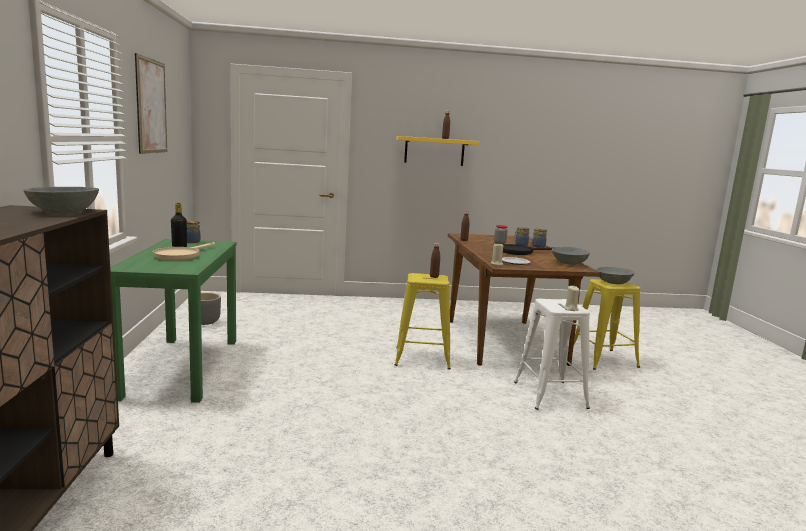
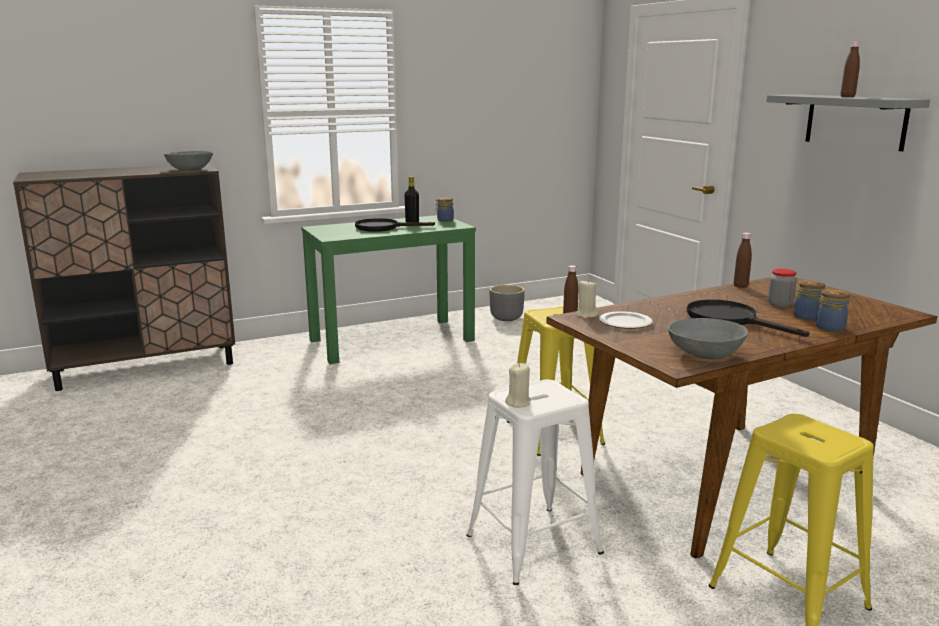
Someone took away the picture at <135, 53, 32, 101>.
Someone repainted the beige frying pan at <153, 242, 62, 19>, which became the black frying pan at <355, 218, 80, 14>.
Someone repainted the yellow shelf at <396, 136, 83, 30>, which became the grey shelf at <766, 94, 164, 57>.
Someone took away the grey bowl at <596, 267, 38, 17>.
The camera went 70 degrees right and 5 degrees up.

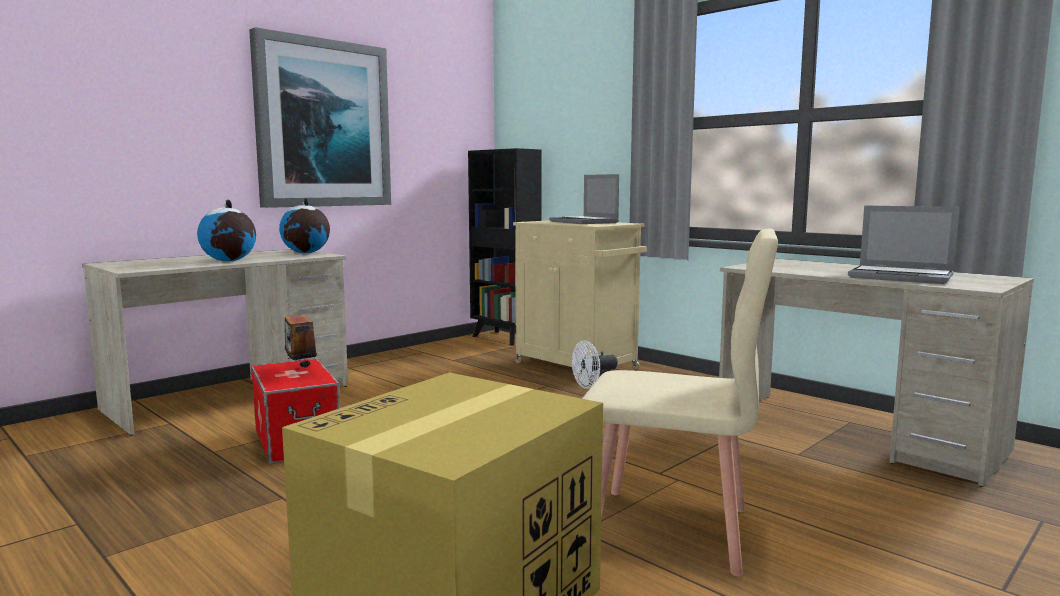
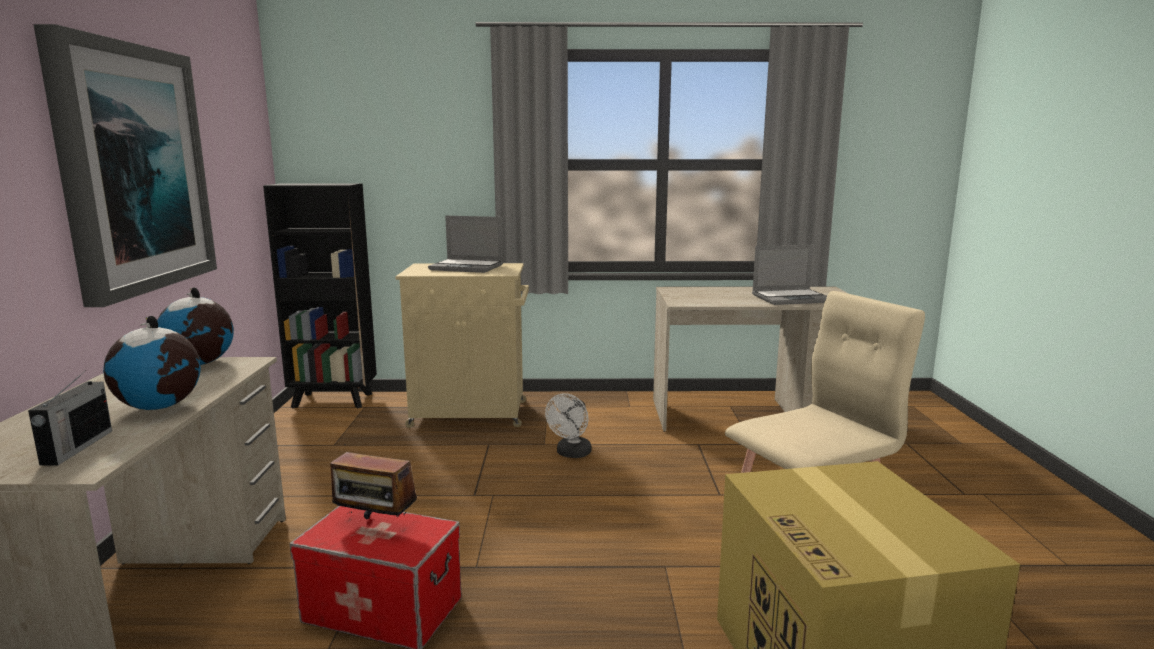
Someone put down the radio at <28, 370, 84, 96>.
The camera went 45 degrees left and 5 degrees up.

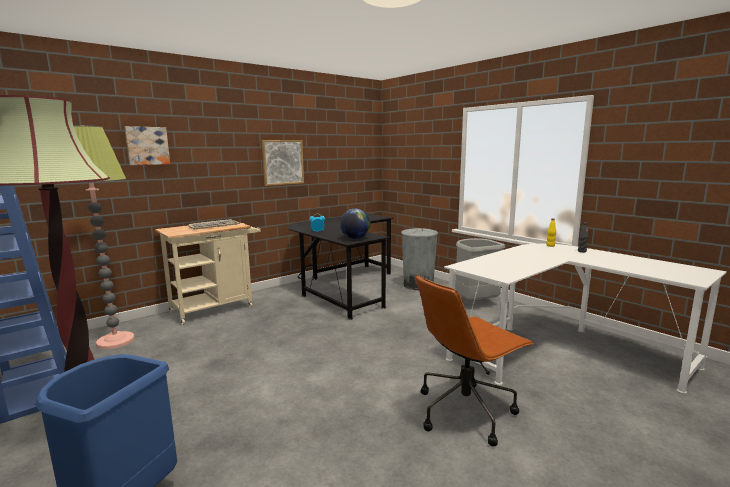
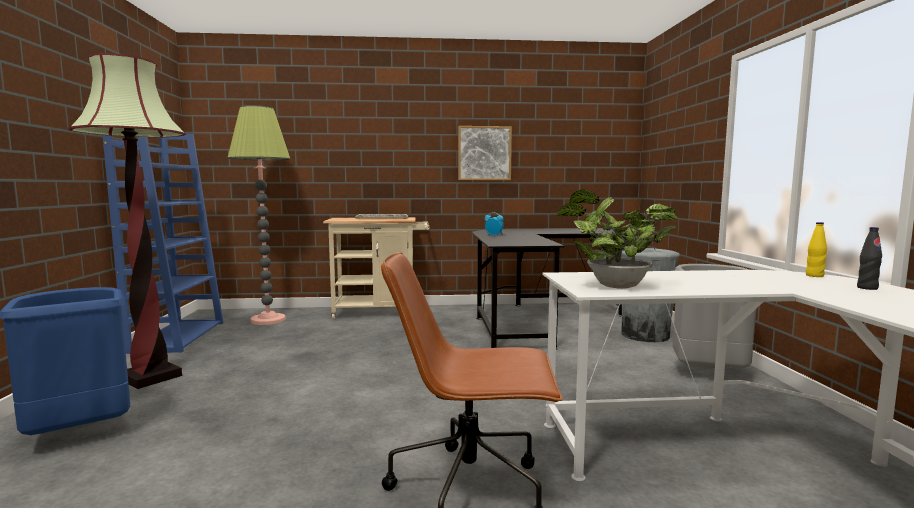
Someone took away the picture at <125, 126, 45, 39>.
Someone took away the globe at <340, 209, 31, 30>.
Someone put down the potted plant at <556, 189, 122, 100>.
The camera went 35 degrees right and 5 degrees down.

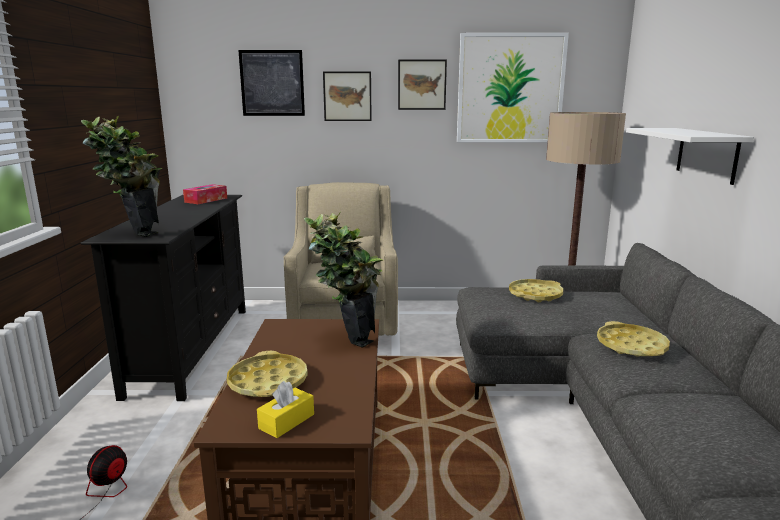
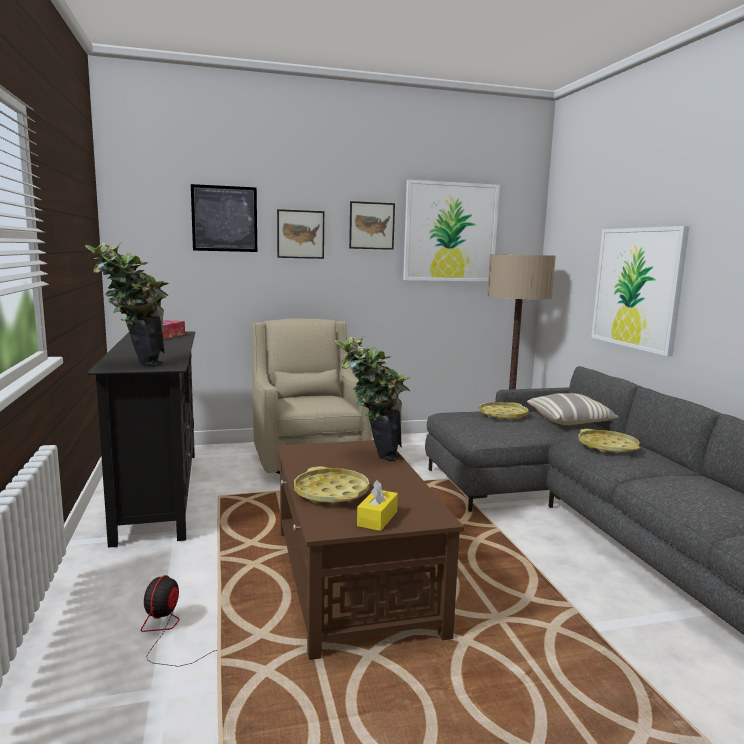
Someone swapped the white shelf at <626, 128, 128, 57> for the picture at <591, 226, 98, 130>.
Someone put down the pillow at <527, 393, 92, 32>.
The camera went 15 degrees left and 5 degrees down.

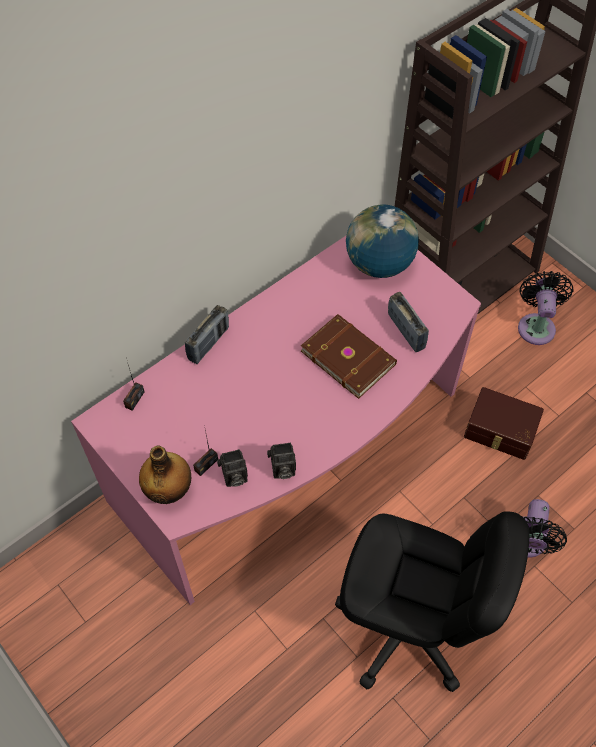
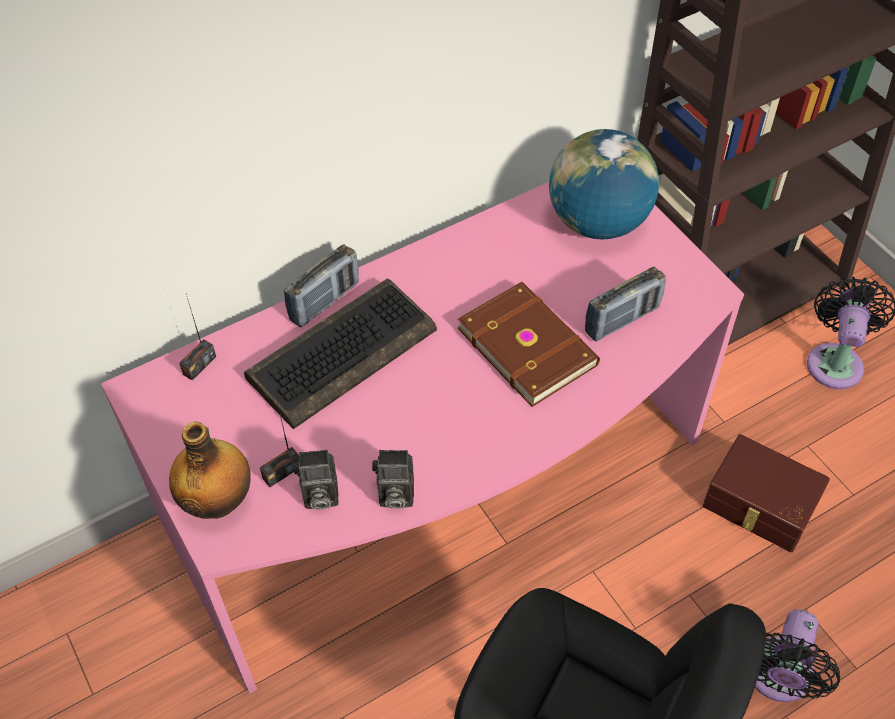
Someone rotated the radio at <388, 292, 41, 60> by 75 degrees clockwise.
Someone put down the keyboard at <244, 278, 193, 151>.
The camera went 10 degrees right and 5 degrees down.

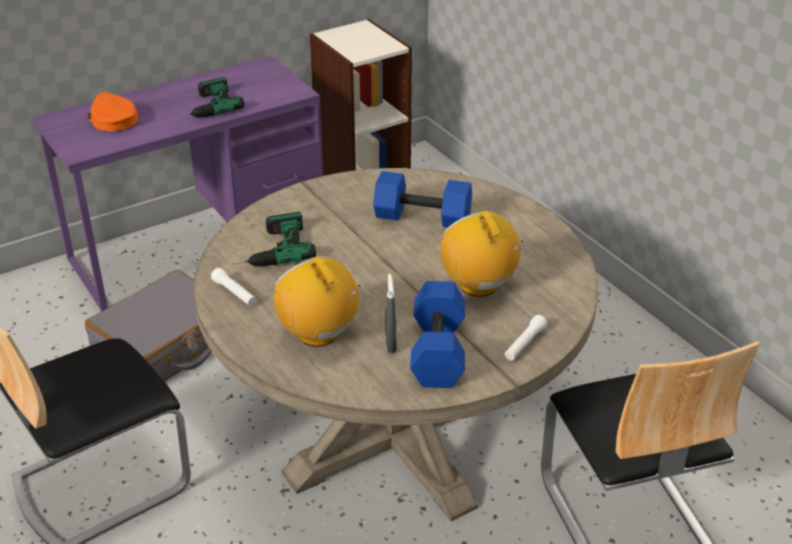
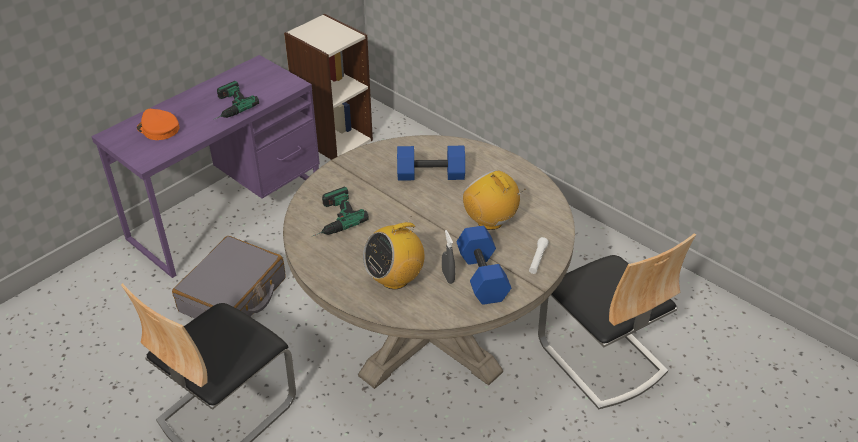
Someone took away the white flashlight at <211, 268, 46, 38>.
Someone rotated the radio at <274, 256, 86, 91> by 75 degrees counterclockwise.
The camera went 15 degrees left and 5 degrees up.

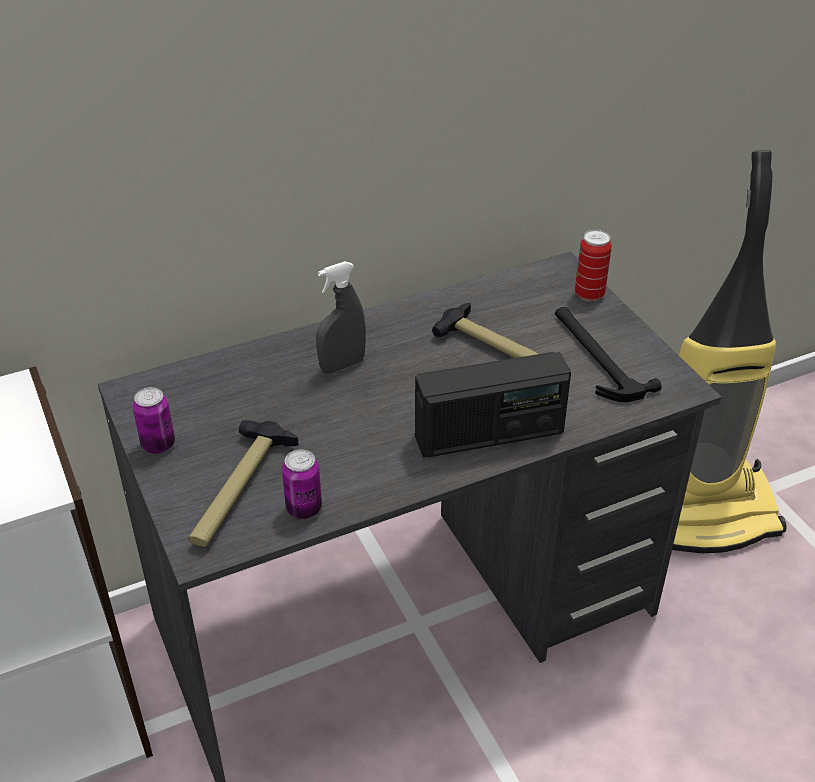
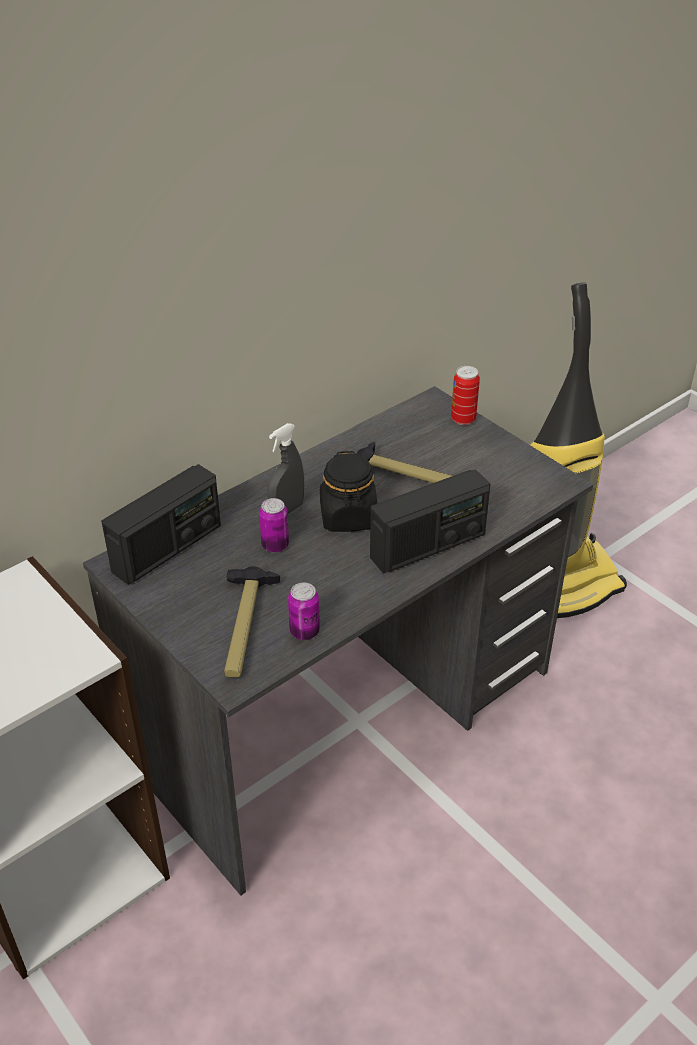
Someone carried the can from <133, 387, 42, 67> to <259, 498, 30, 54>.
Someone took away the hammer at <555, 307, 107, 95>.
Someone put down the radio at <101, 464, 120, 121>.
Someone put down the black jar at <320, 451, 57, 81>.
The camera went 15 degrees left and 0 degrees up.

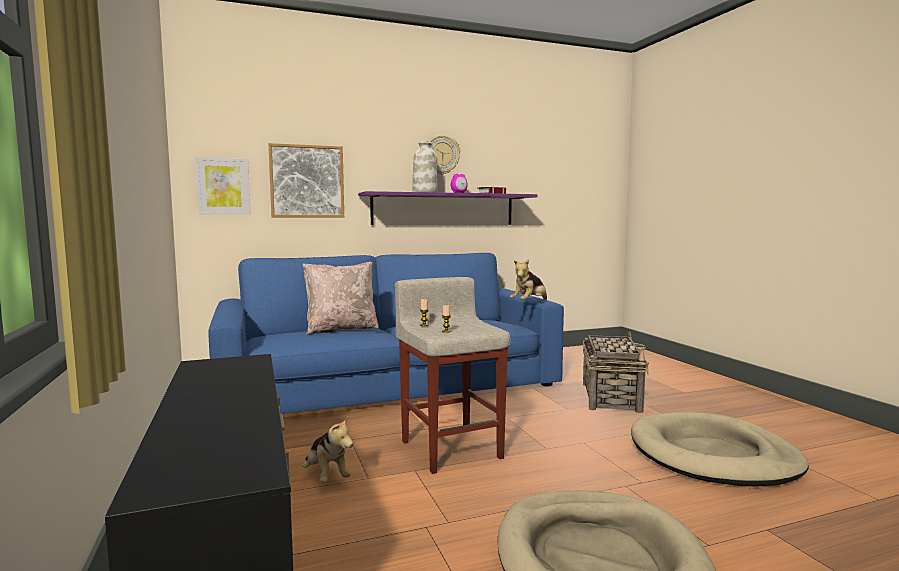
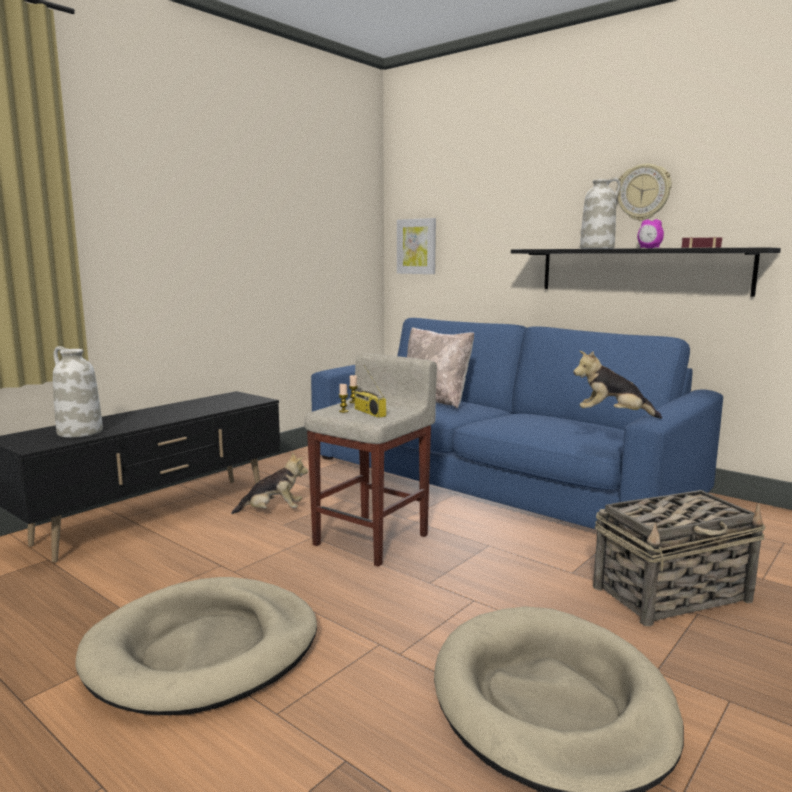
Someone took away the picture at <268, 143, 76, 74>.
Someone rotated the plush toy at <302, 416, 51, 66> by 120 degrees counterclockwise.
Someone repainted the purple shelf at <358, 191, 180, 34>, which became the black shelf at <511, 247, 270, 50>.
Someone put down the white vase at <53, 346, 50, 92>.
Someone put down the radio at <355, 365, 31, 53>.
The camera went 60 degrees right and 5 degrees up.

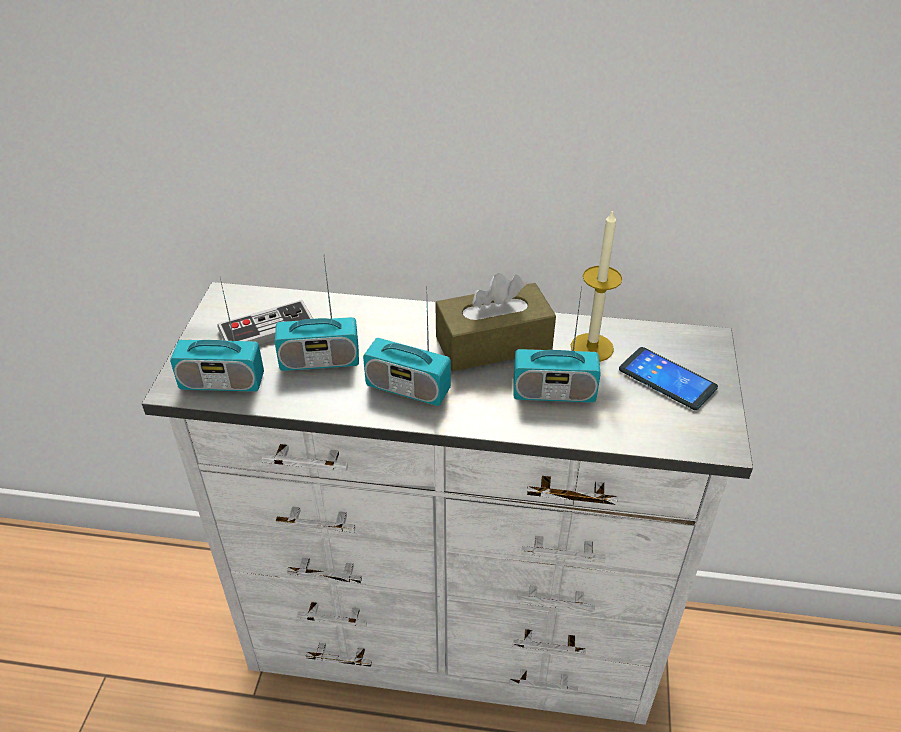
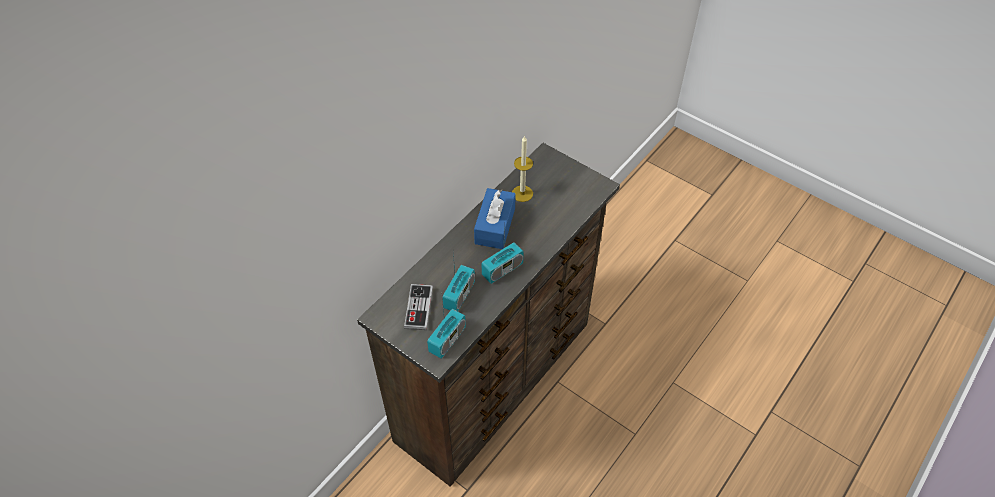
Someone repainted the white dresser at <142, 282, 611, 443>, which became the brown dresser at <357, 143, 263, 344>.
Someone repainted the brown tissue box at <435, 273, 121, 98>, which became the blue tissue box at <474, 188, 42, 61>.
Someone took away the radio at <514, 286, 87, 117>.
Someone took away the phone at <619, 347, 99, 63>.
The camera went 60 degrees left and 10 degrees up.

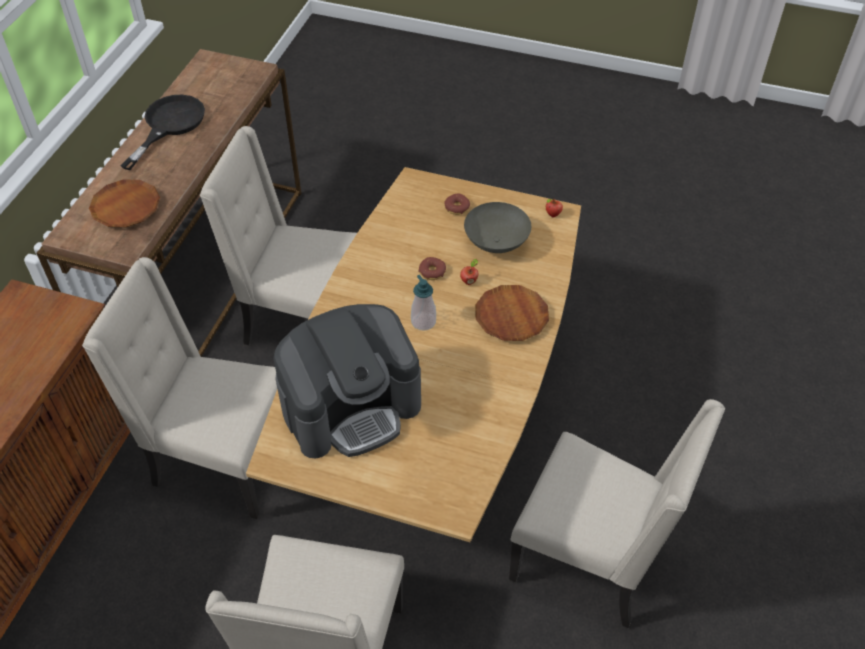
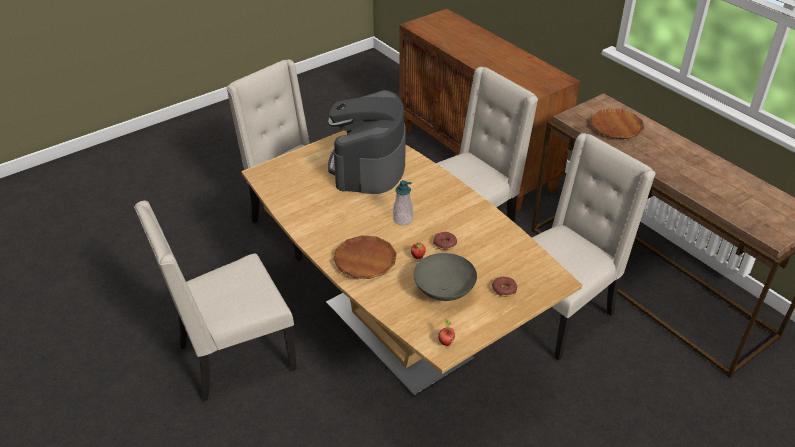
Someone took away the black frying pan at <120, 95, 85, 75>.
The camera went 125 degrees right and 10 degrees down.

